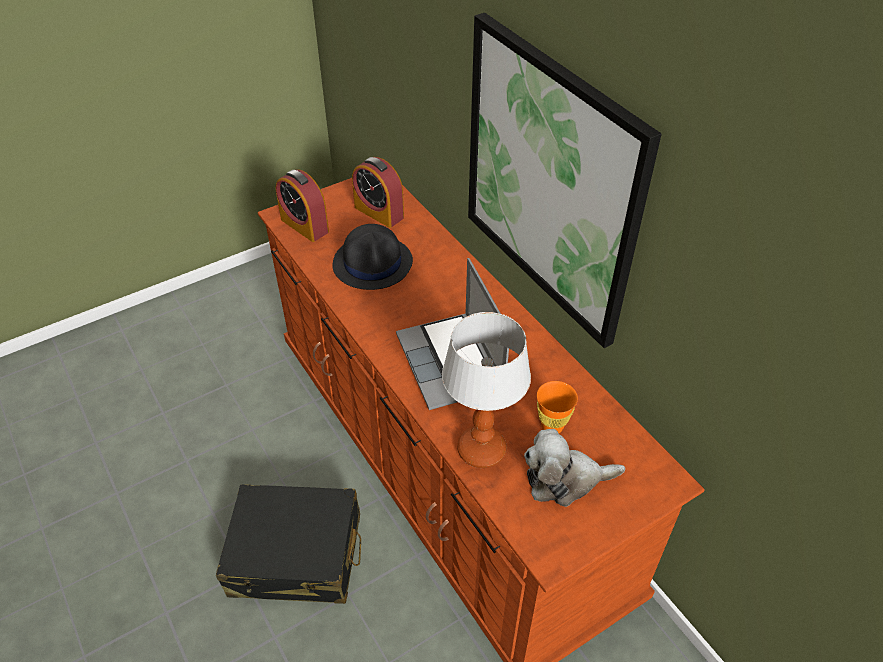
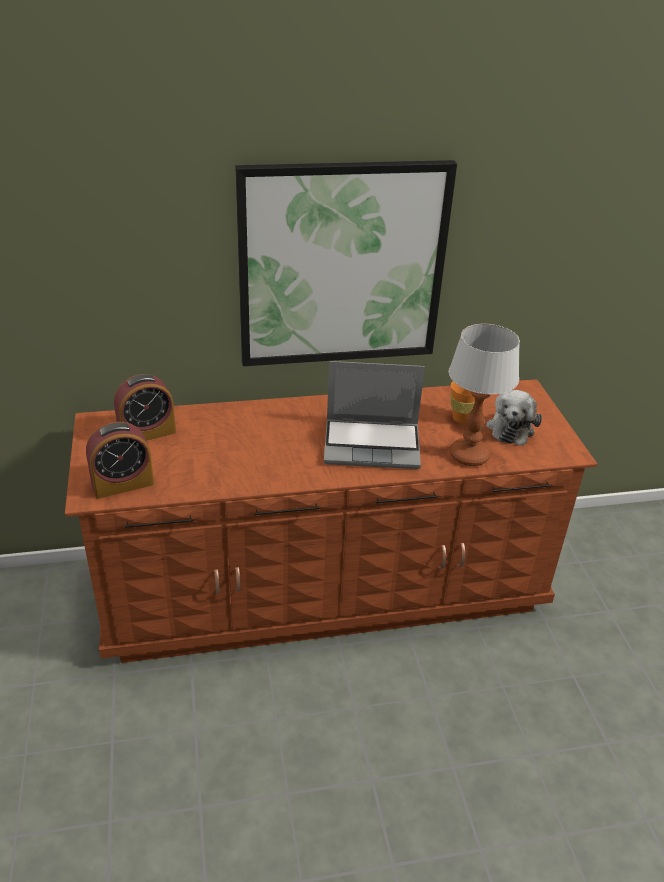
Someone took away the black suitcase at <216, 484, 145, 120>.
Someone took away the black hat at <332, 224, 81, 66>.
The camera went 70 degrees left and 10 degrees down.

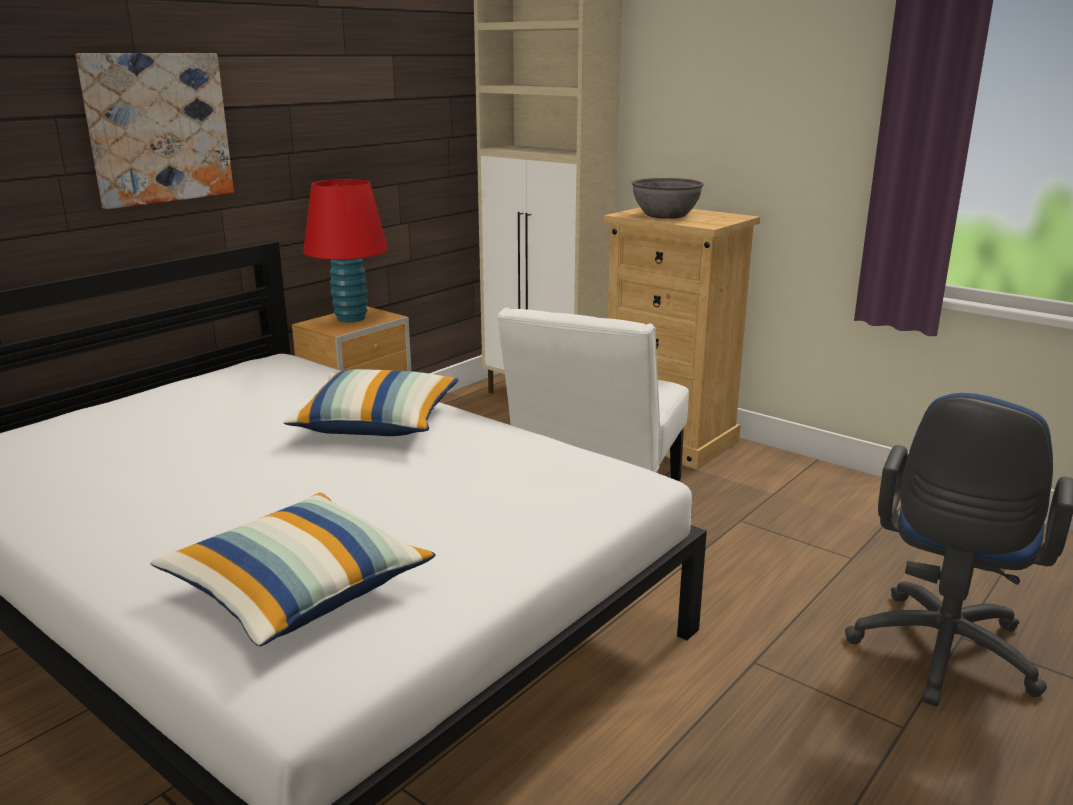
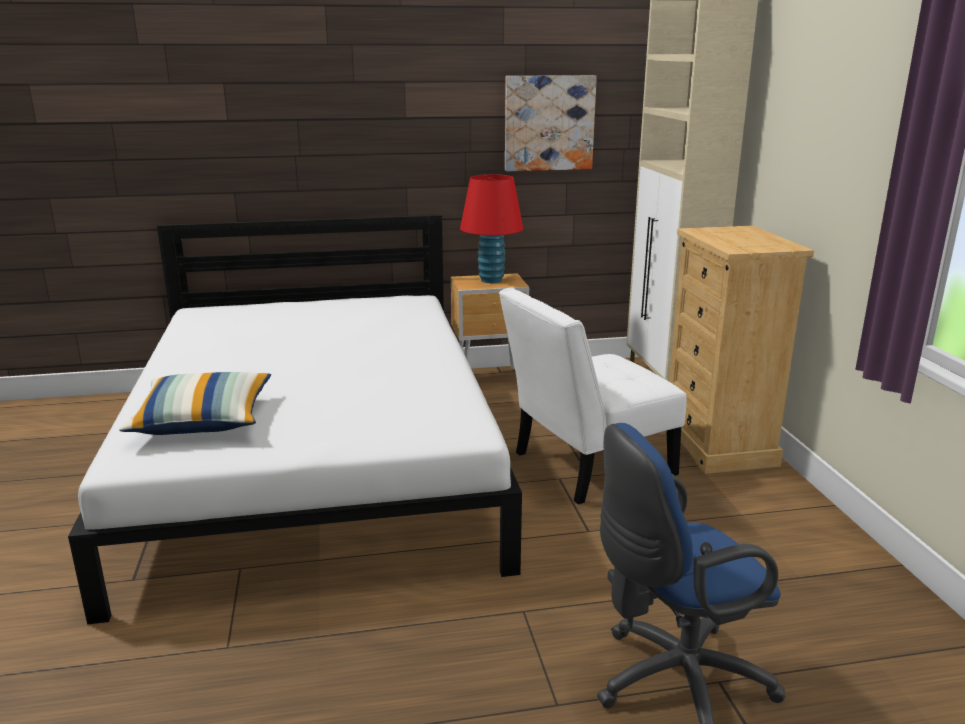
Someone carried the picture from <76, 53, 158, 156> to <505, 75, 92, 96>.
Someone took away the pillow at <284, 369, 175, 67>.
Someone took away the grey bowl at <632, 178, 72, 41>.
The camera went 40 degrees right and 0 degrees up.

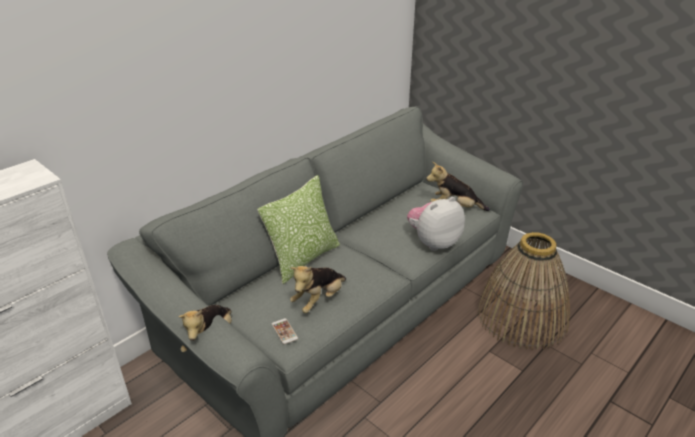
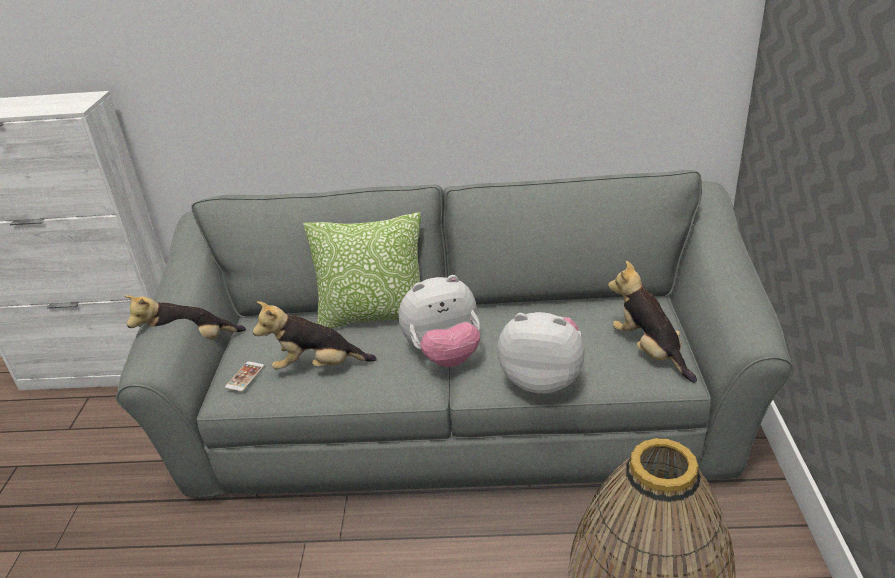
Someone put down the plush toy at <399, 275, 81, 92>.
The camera went 50 degrees right and 0 degrees up.

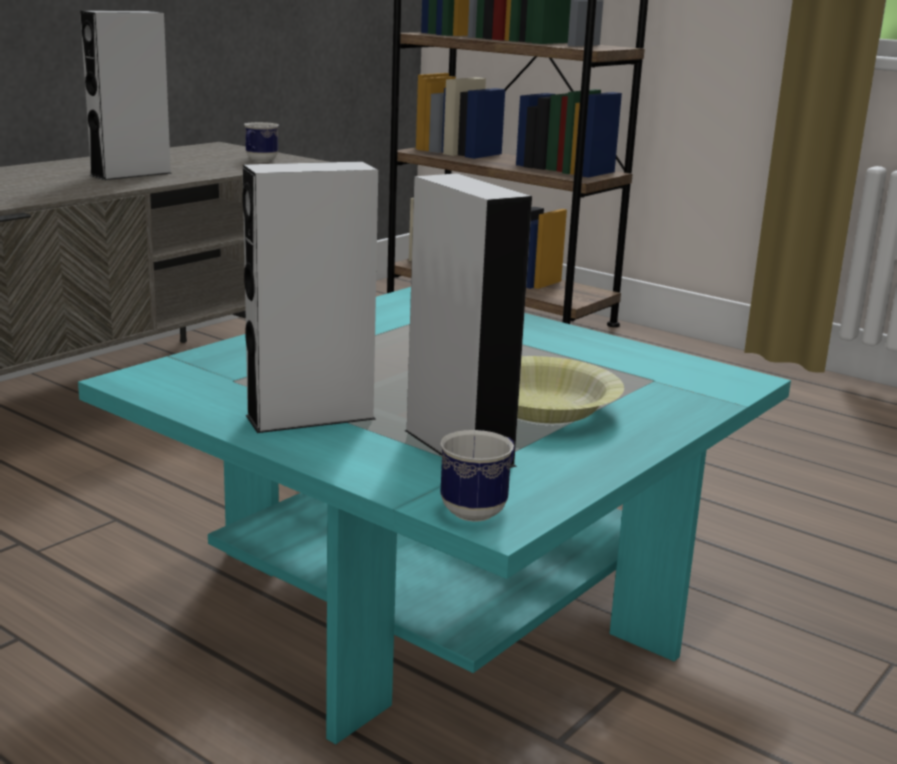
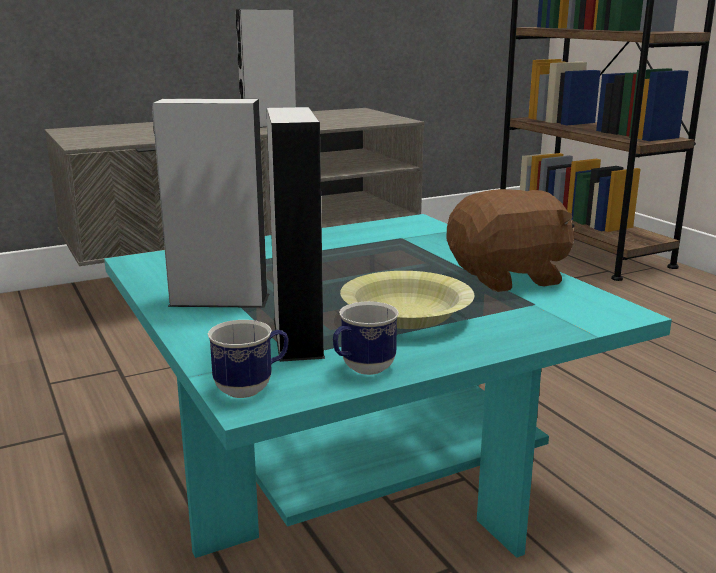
Someone carried the mug from <244, 122, 35, 40> to <333, 301, 66, 74>.
Someone put down the brown plush toy at <446, 189, 129, 103>.
The camera went 25 degrees right and 0 degrees up.

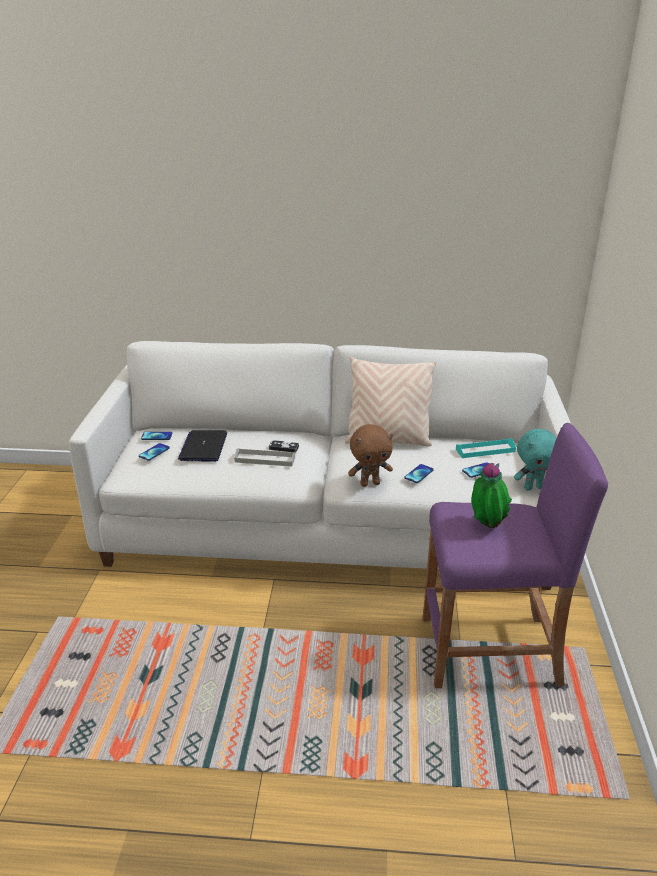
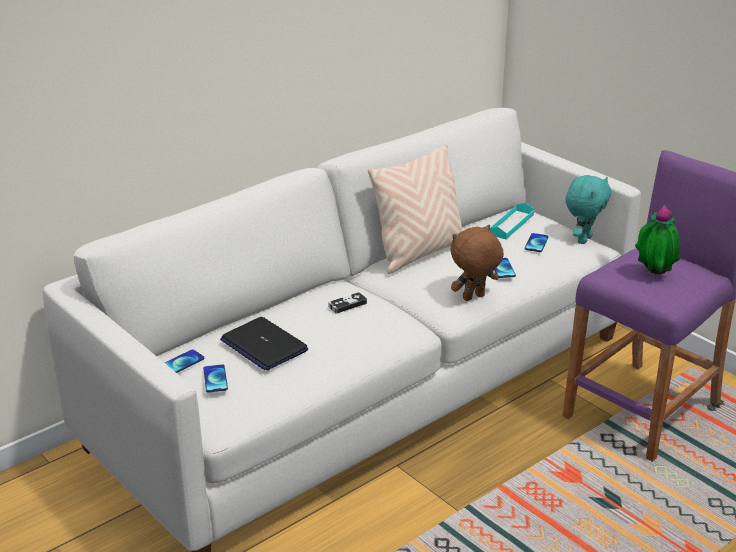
Someone took away the grey tray at <234, 448, 61, 19>.
Someone rotated the brown plush toy at <348, 424, 45, 63> by 150 degrees counterclockwise.
The camera went 45 degrees left and 0 degrees up.

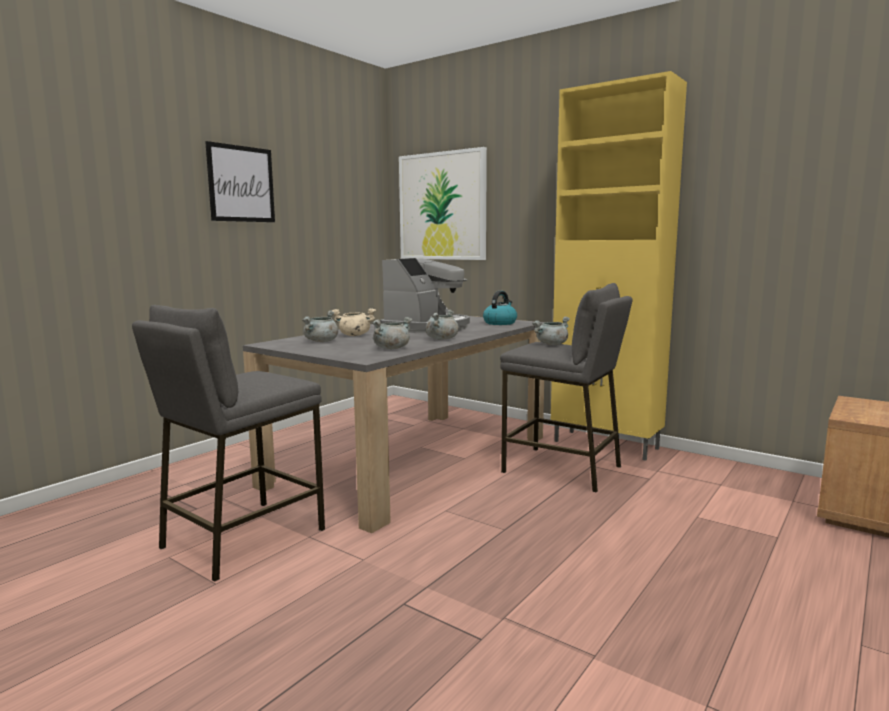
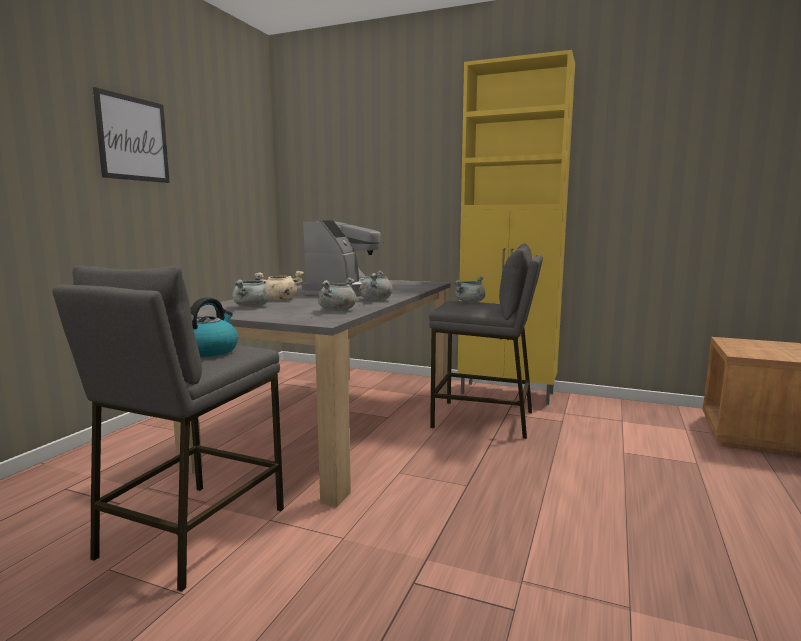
Someone took away the picture at <399, 147, 88, 113>.
Someone carried the kettle from <483, 291, 34, 34> to <190, 297, 48, 60>.
The camera went 15 degrees left and 0 degrees up.

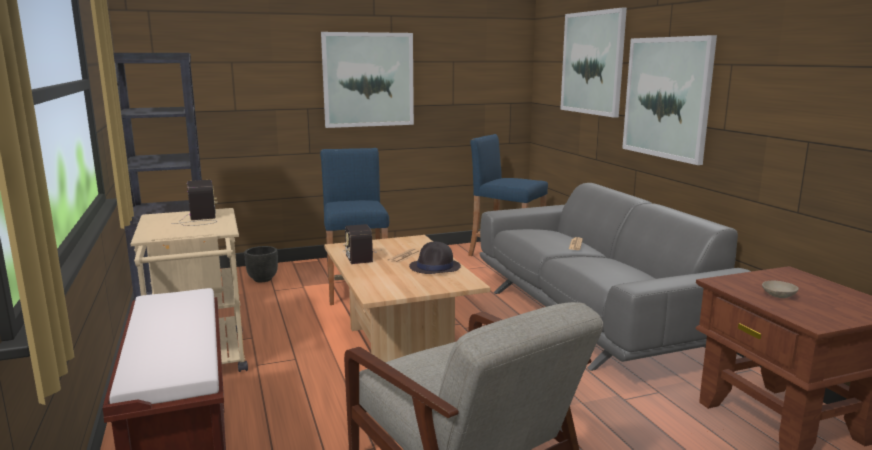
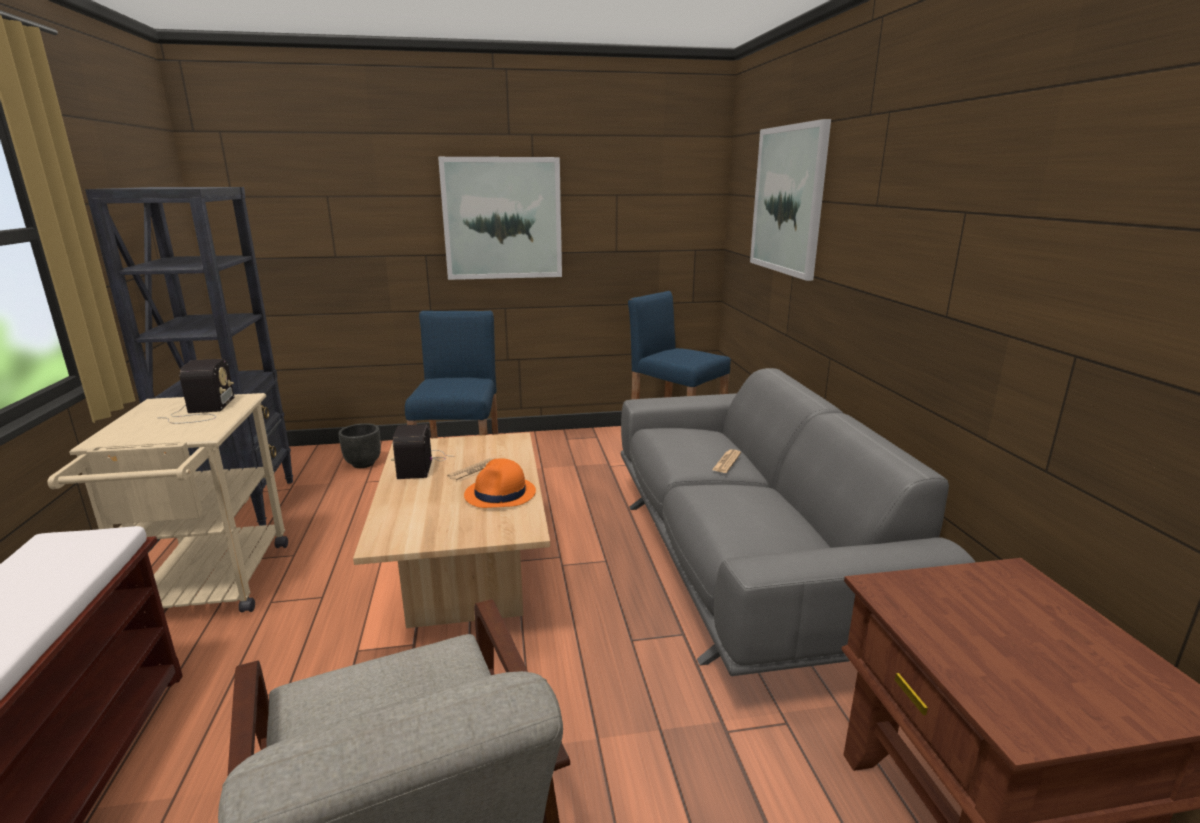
Someone repainted the black hat at <409, 242, 52, 32>, which became the orange hat at <464, 458, 72, 50>.
Someone took away the picture at <622, 35, 95, 130>.
Someone took away the beige bowl at <762, 281, 37, 17>.
The camera went 10 degrees right and 5 degrees up.

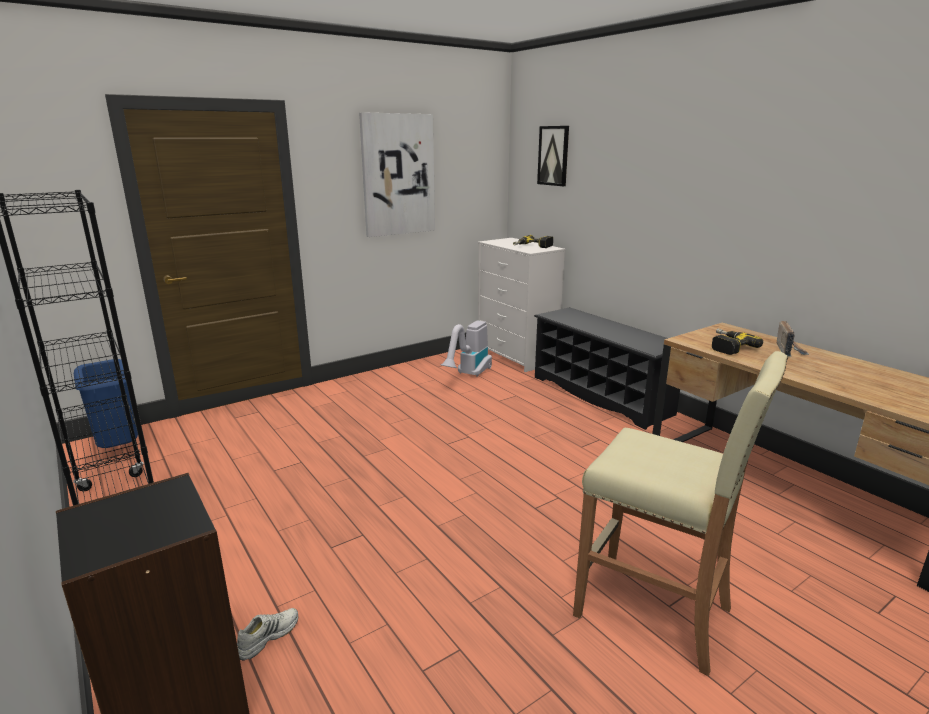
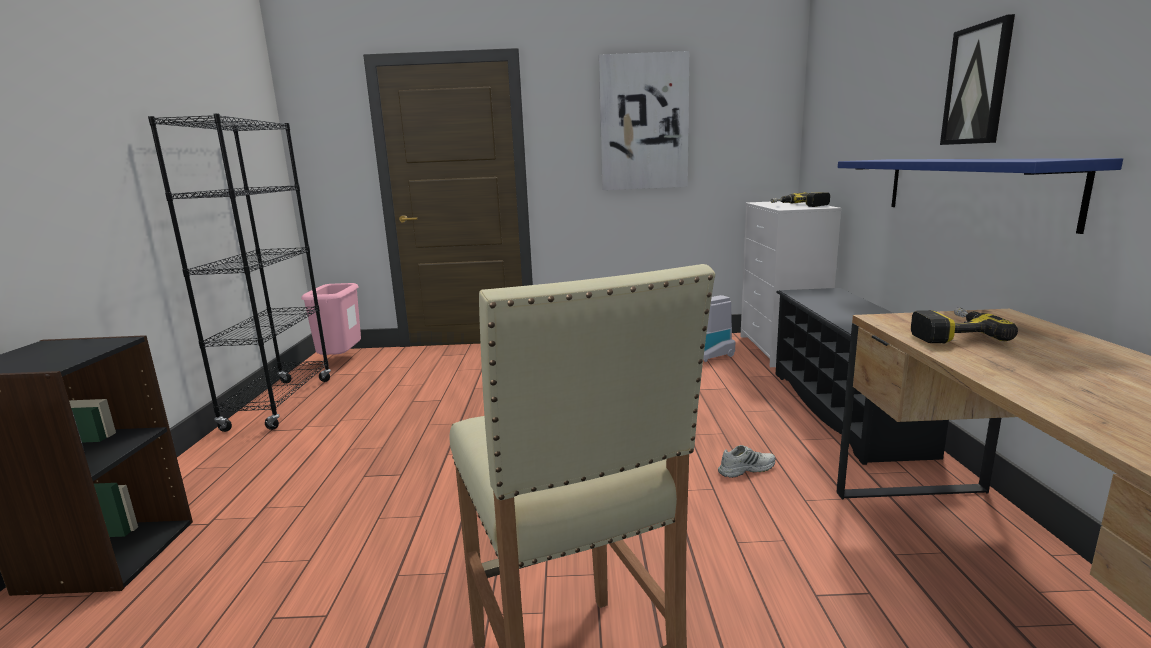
Someone repainted the blue trash can at <74, 359, 64, 89>, which became the pink trash can at <301, 283, 60, 72>.
Someone carried the white shoe from <237, 608, 61, 53> to <718, 445, 57, 33>.
Someone carried the picture from <537, 126, 32, 60> to <940, 14, 75, 131>.
Someone took away the radio at <777, 320, 32, 37>.
Someone put up the blue shelf at <838, 158, 285, 76>.
The camera went 35 degrees right and 5 degrees down.

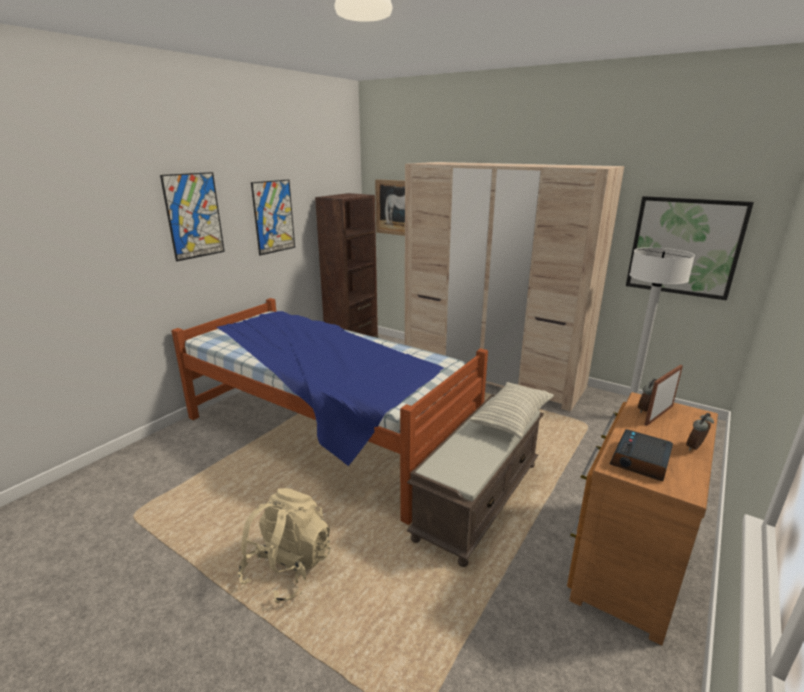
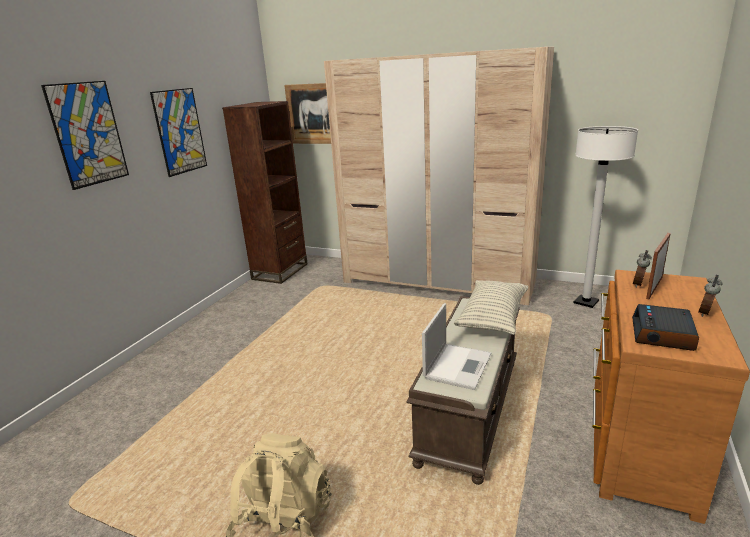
Someone took away the bed at <171, 298, 317, 227>.
Someone took away the picture at <626, 196, 128, 104>.
Someone put down the laptop at <422, 303, 69, 87>.
The camera went 10 degrees left and 0 degrees up.

